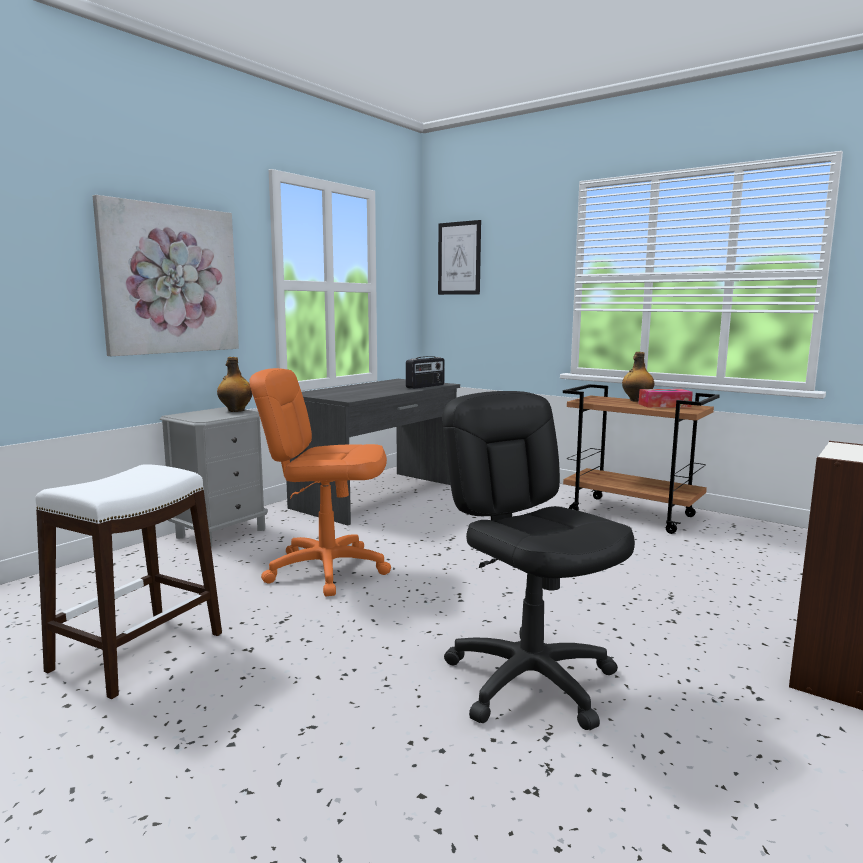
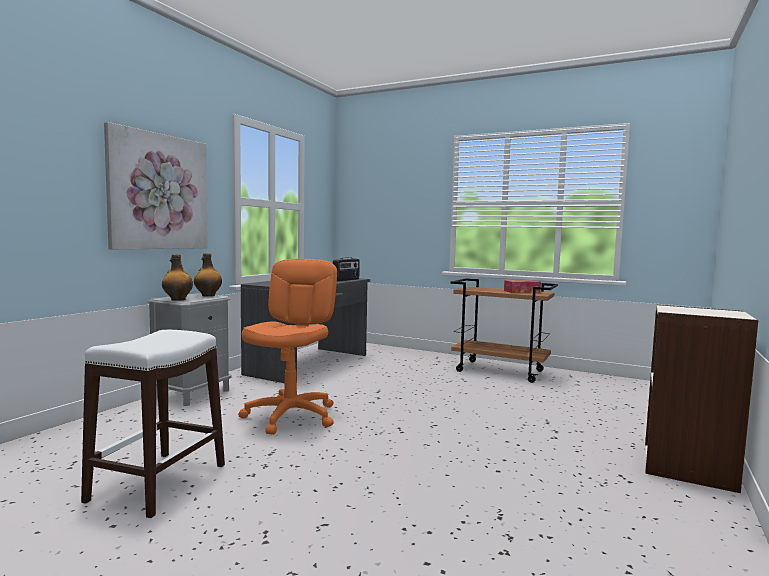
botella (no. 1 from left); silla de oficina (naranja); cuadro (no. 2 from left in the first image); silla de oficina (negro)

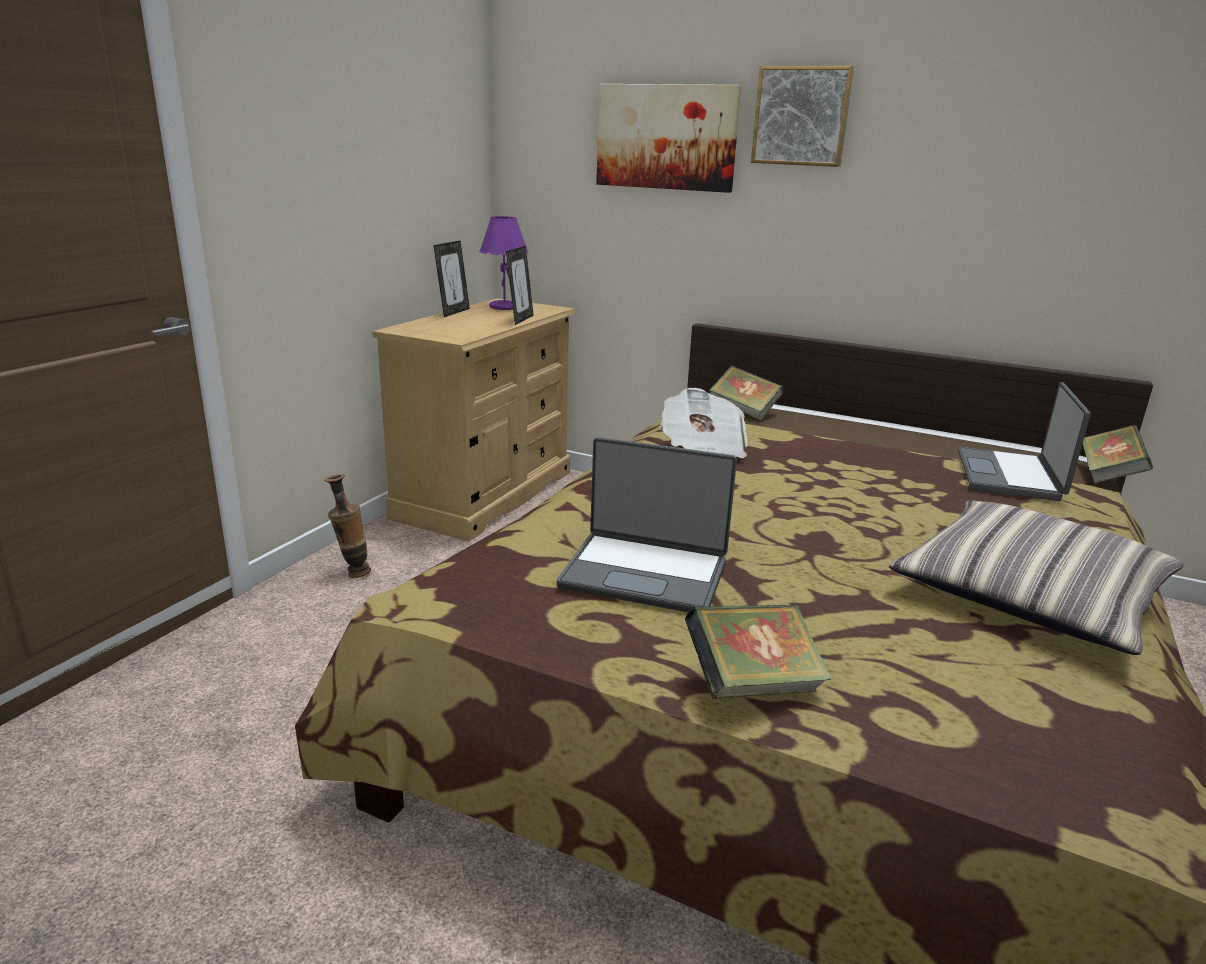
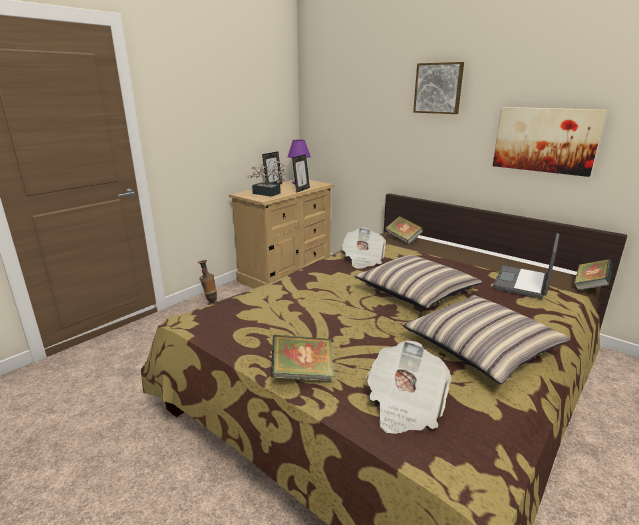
planta en maceta; cojín (no. 1 from left); periódico (no. 2 from left); cuadro (no. 2 from left); portátil (no. 1 from left in the first image)

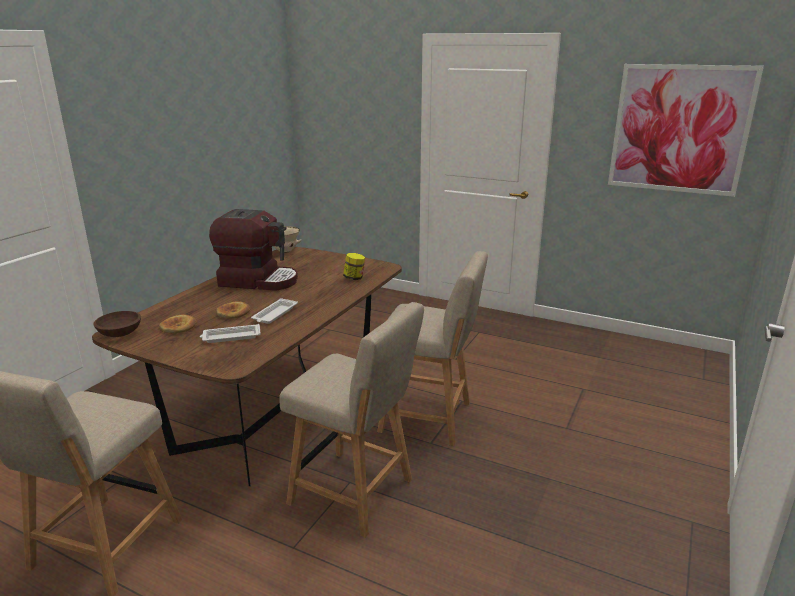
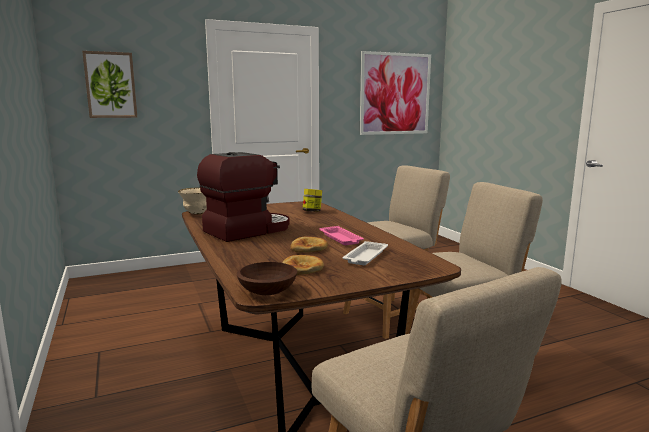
cuadro (no. 1 from left); bandeja (rosa)

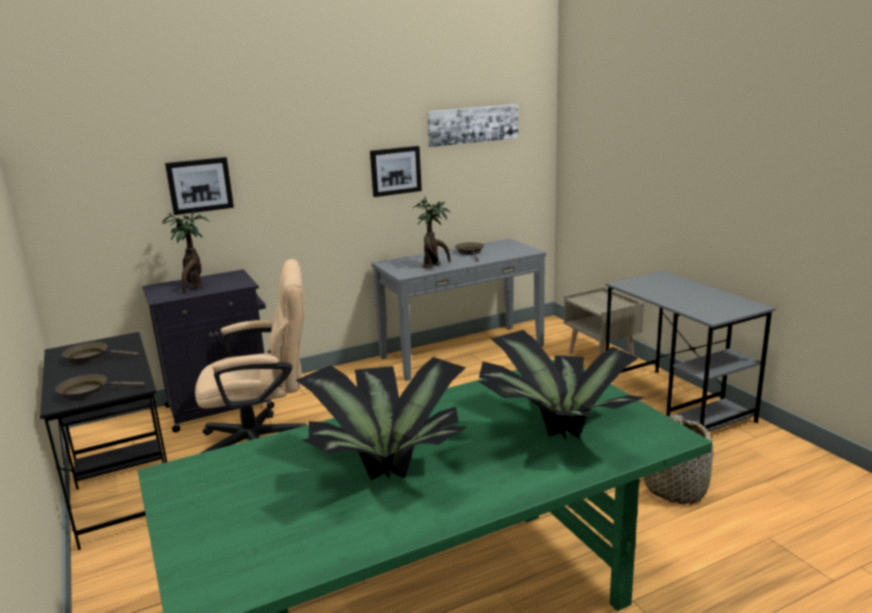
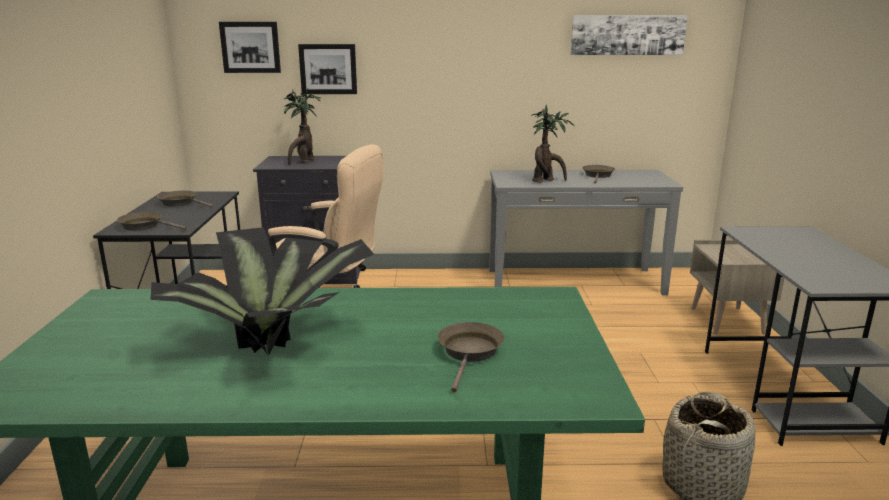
cuadro (no. 1 from left); sartén (marrón) (no. 3 from left)

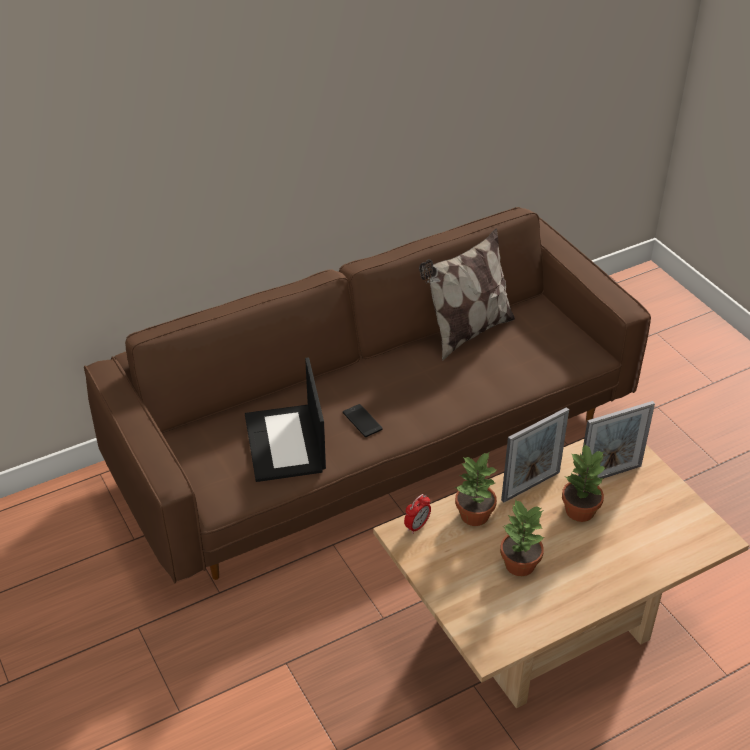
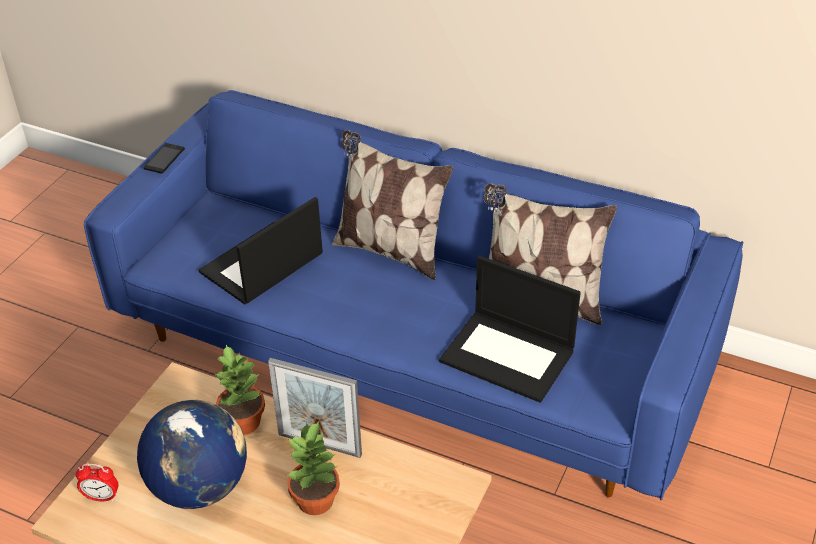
despertador; sofá (azul); globo terráqueo; móvil; cojín (no. 1 from left); portátil (no. 2 from left); portarretratos (no. 2 from left in the first image)

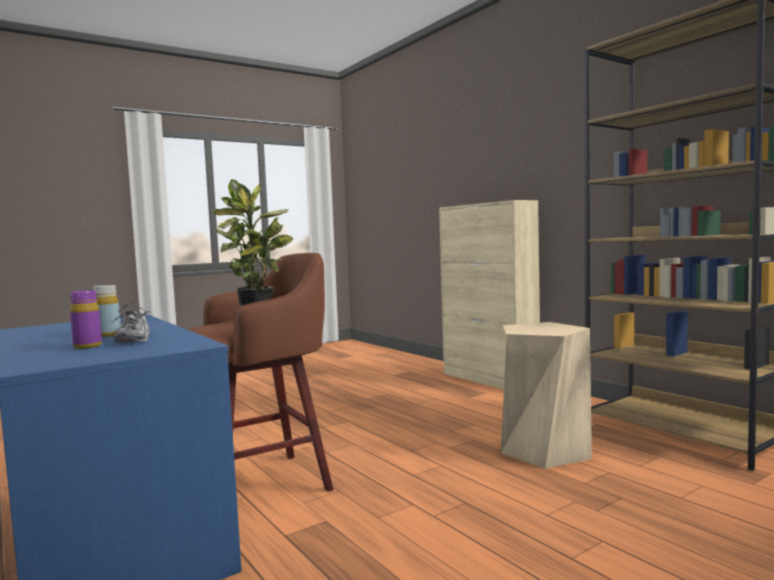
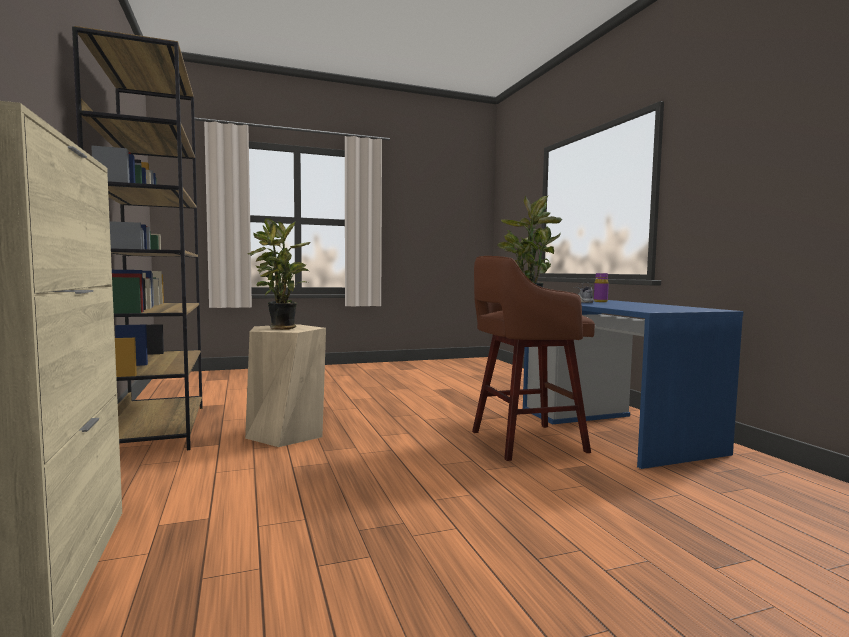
planta en maceta (no. 1 from left); botella (amarillo)

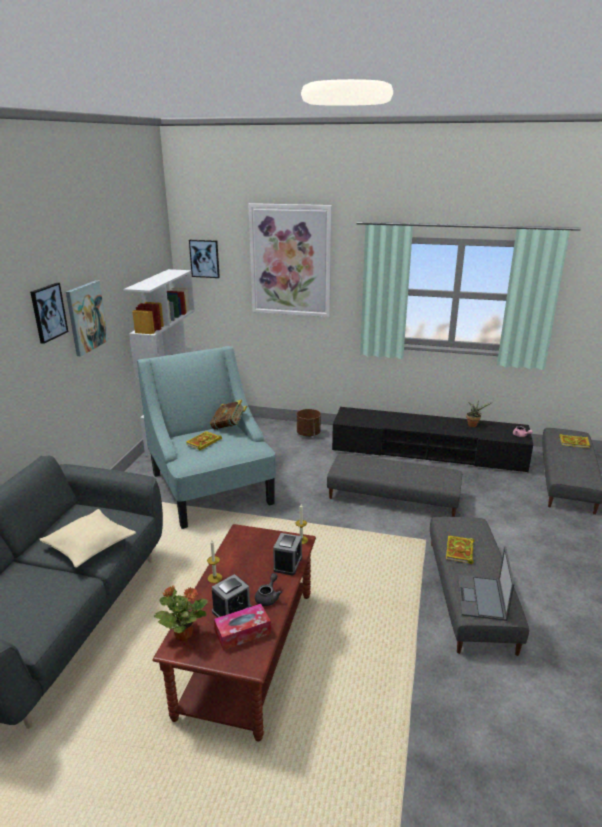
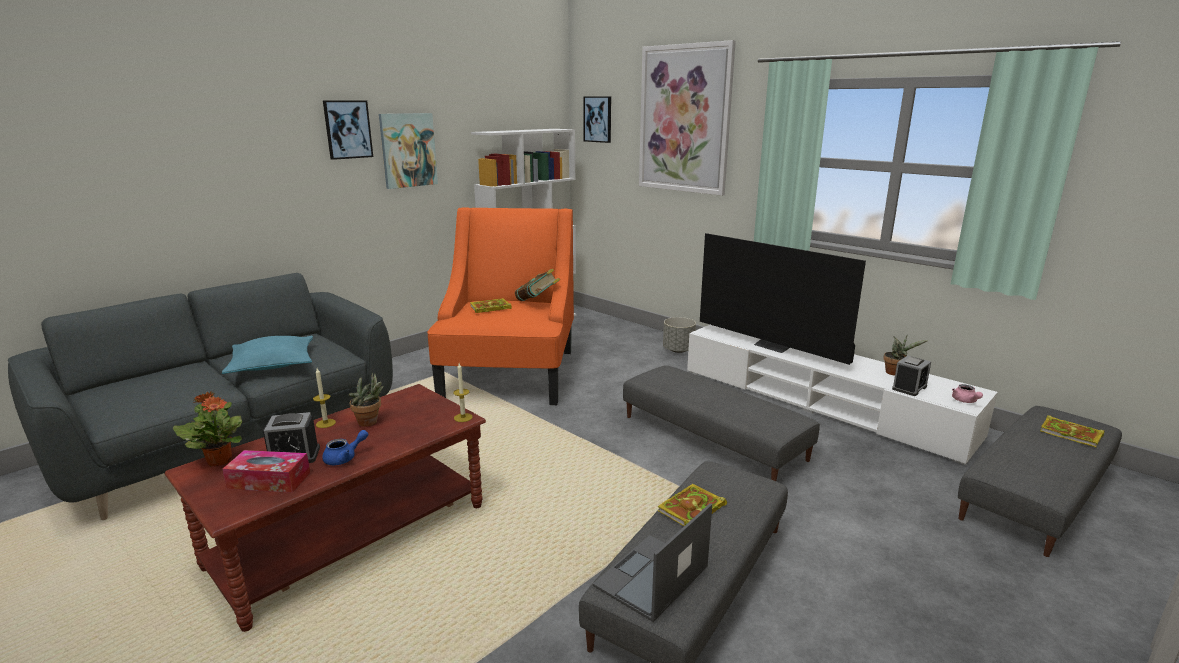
cojín (turquesa); tetera (azul); planta en maceta (no. 2 from left); sillón (naranja); maceta (gris); mueble de televisión (blanco); televisor; despertador (no. 2 from left)

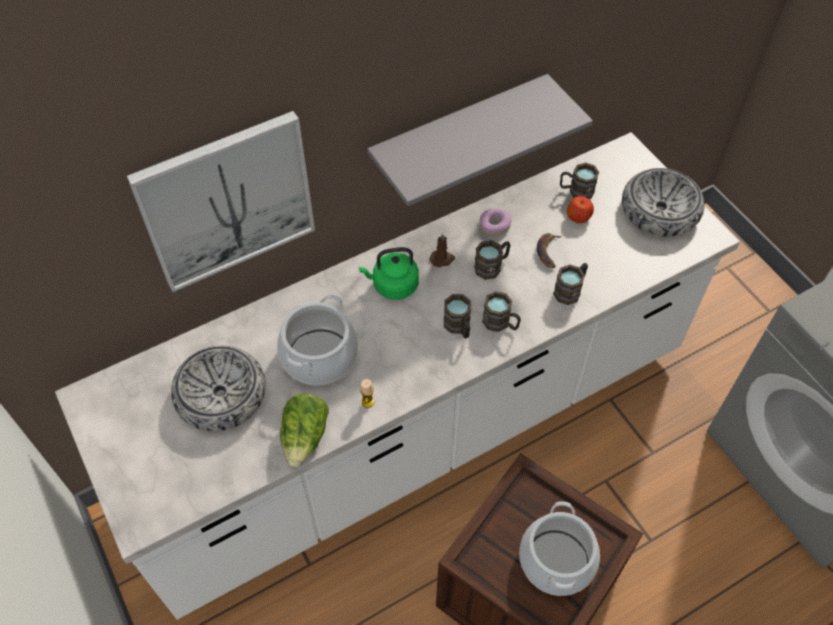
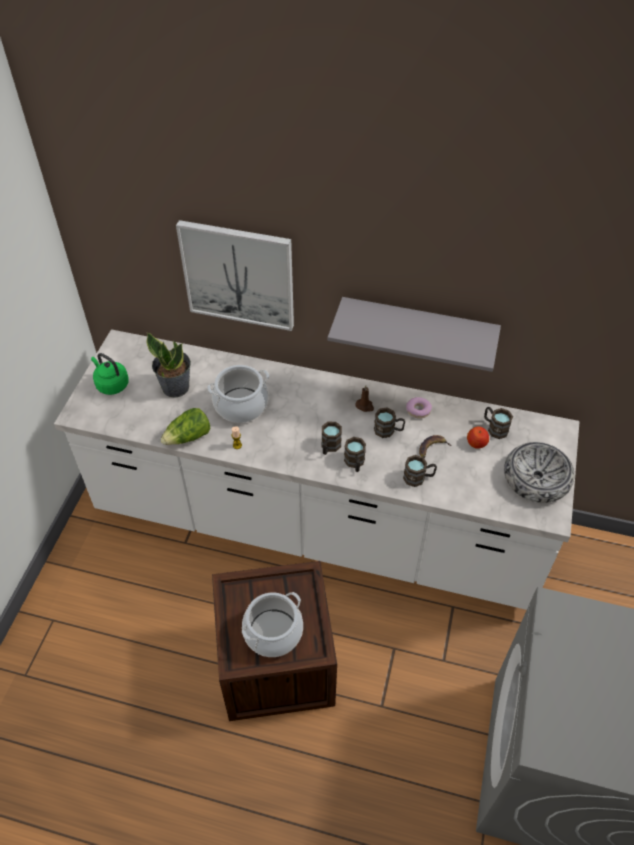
hervidor (verde); planta en maceta

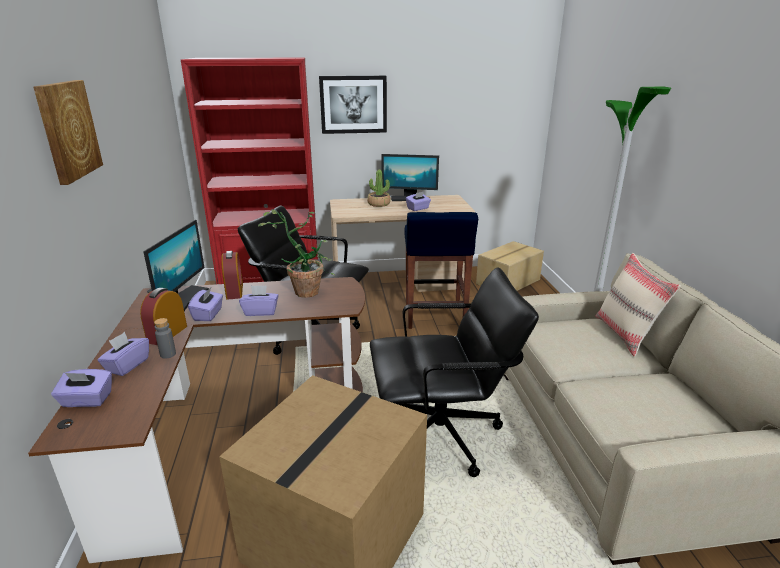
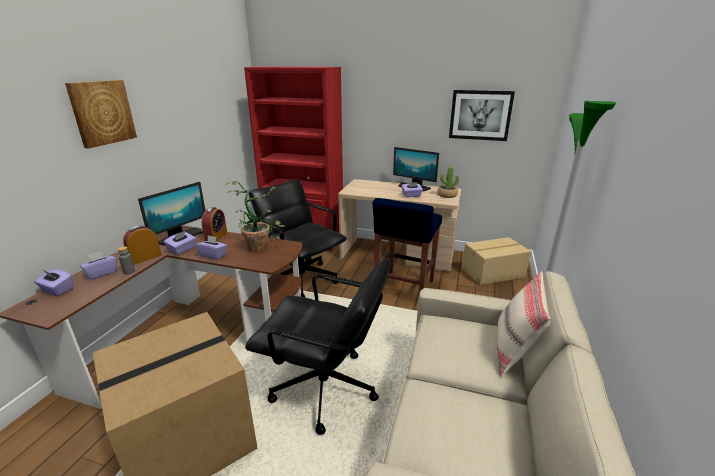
planta en maceta (no. 2 from left); cuadro (no. 2 from left)

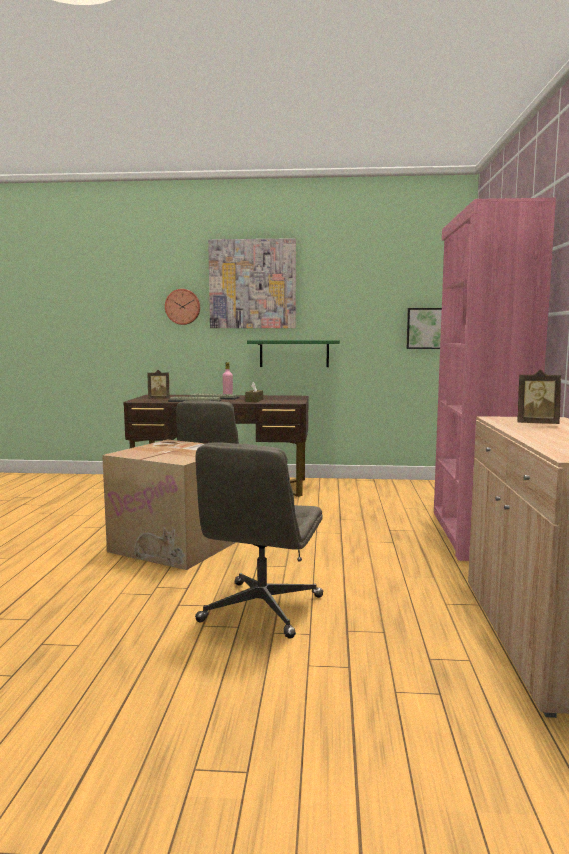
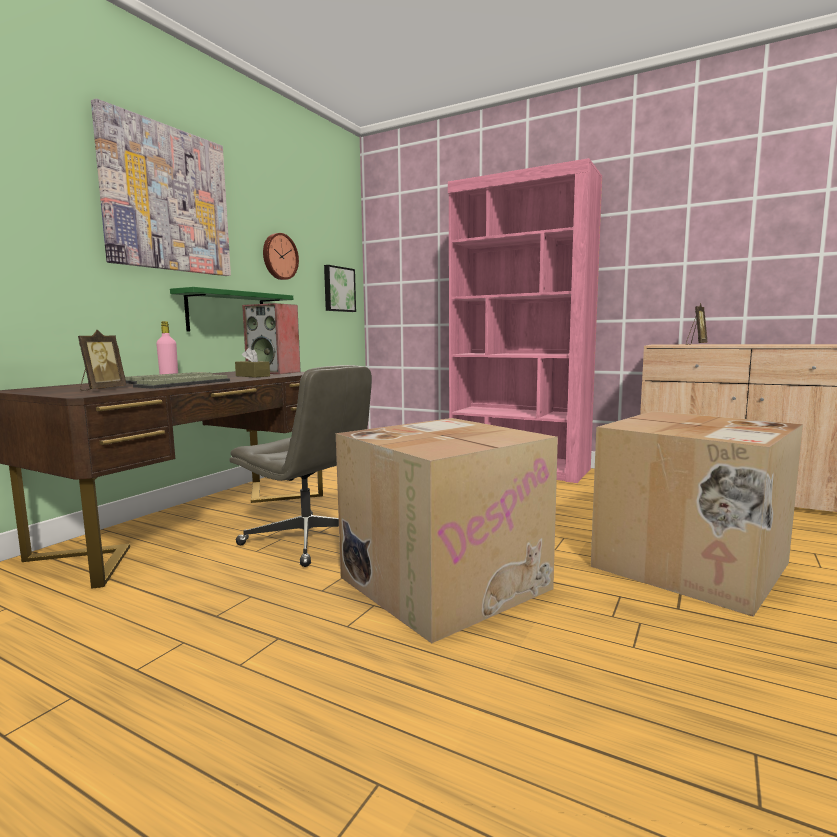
altavoz; reloj de pared; caja de cartón (no. 2 from left)

